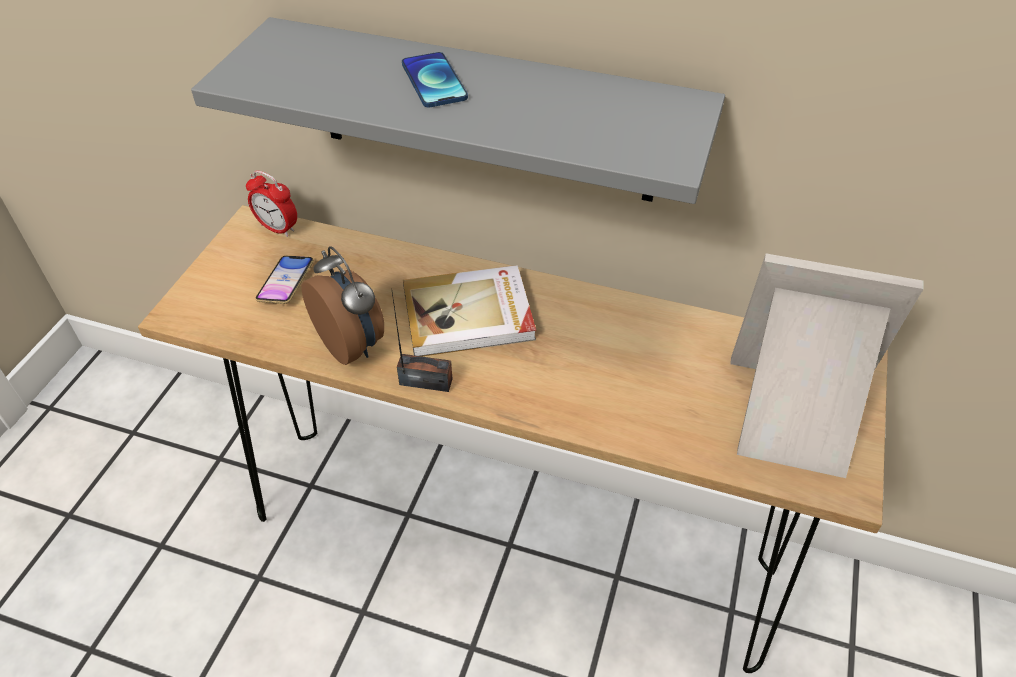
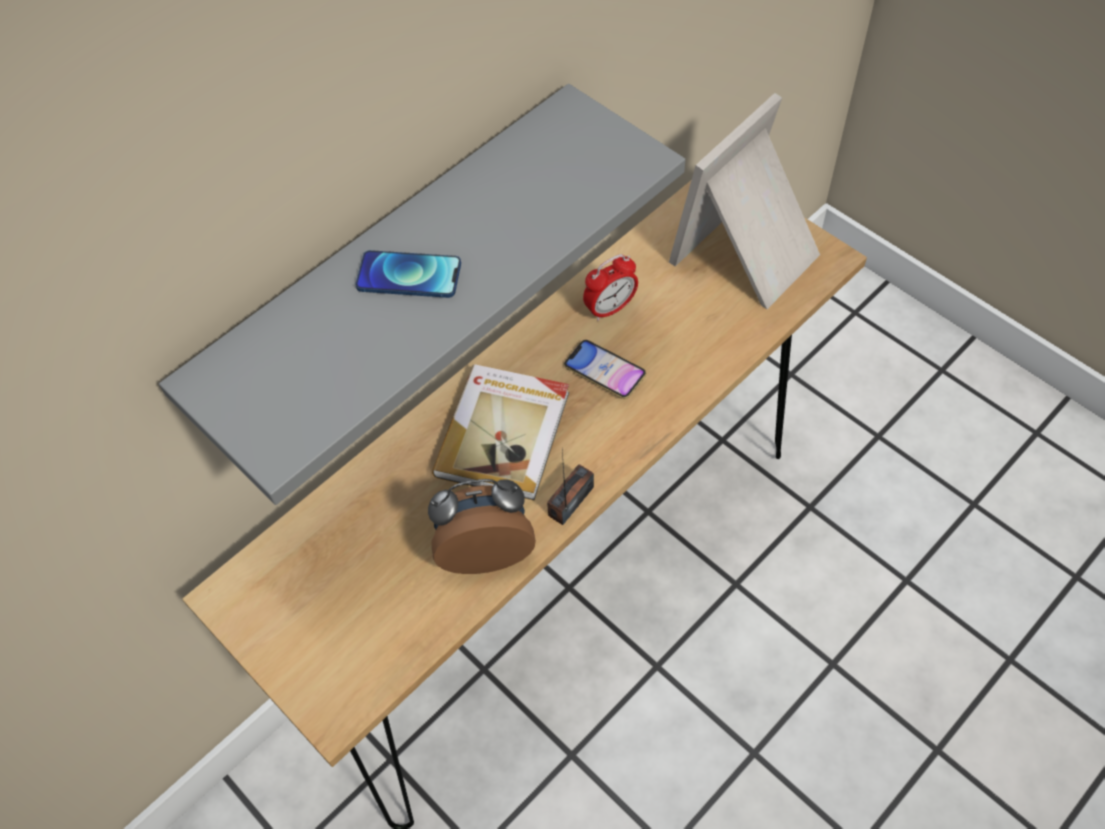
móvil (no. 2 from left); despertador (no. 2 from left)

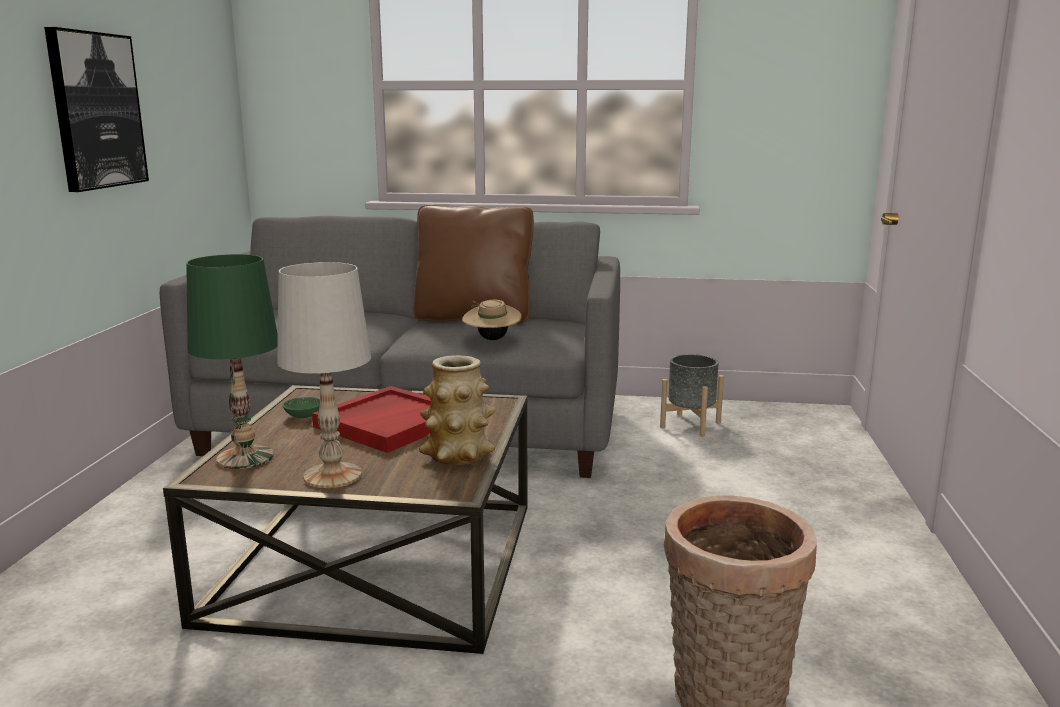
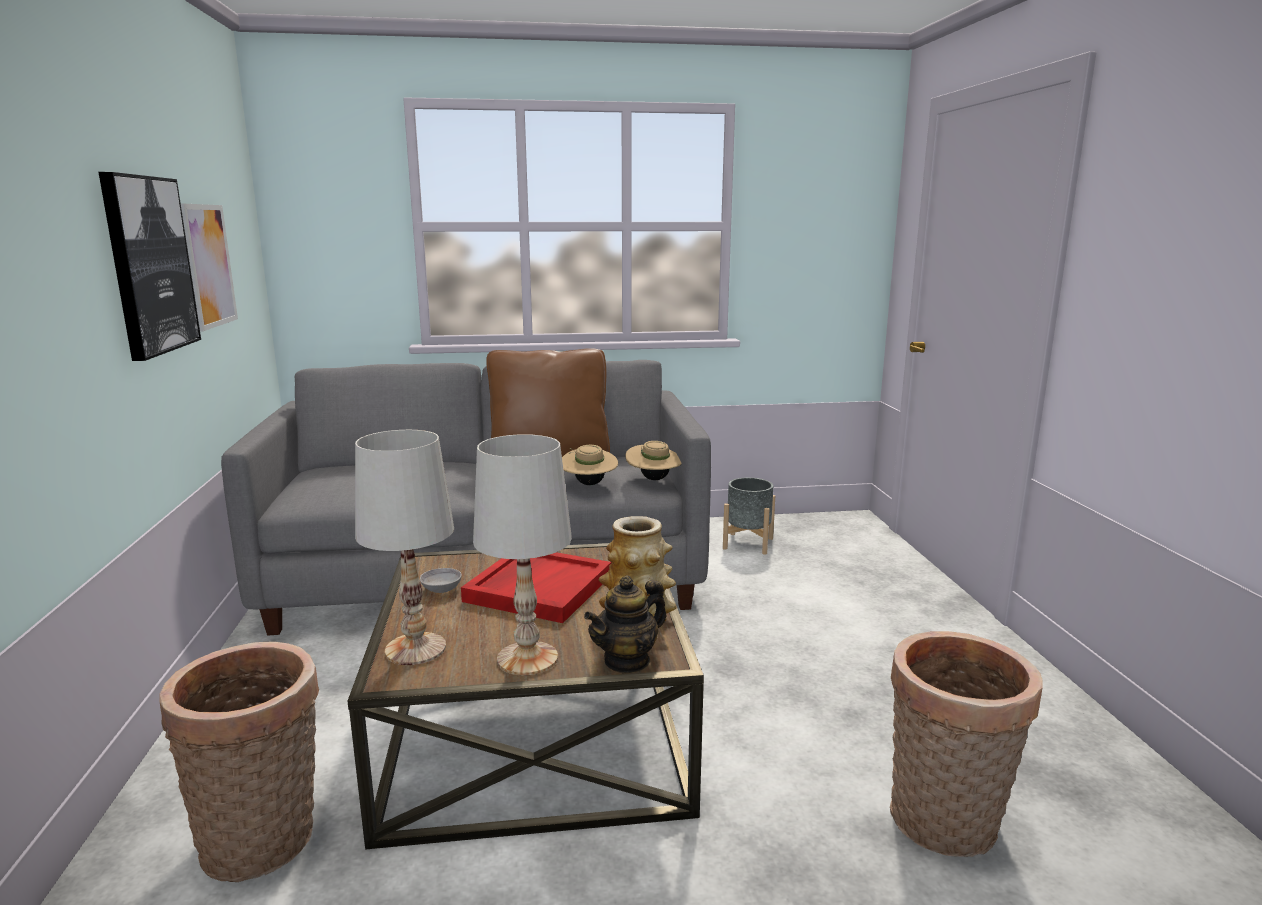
cesta (no. 1 from left); cuadro (no. 2 from left); lámpara de mesa (blanco) (no. 1 from left); cuenco (gris); tetera; sombrero (beis) (no. 2 from left)

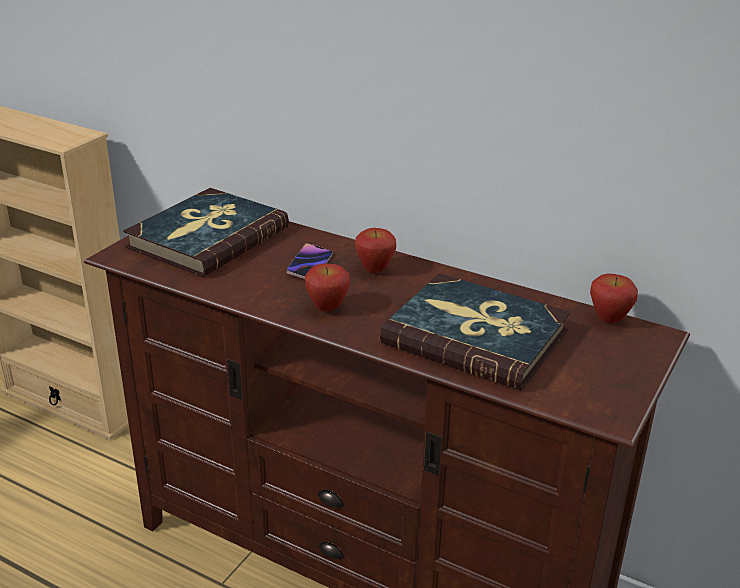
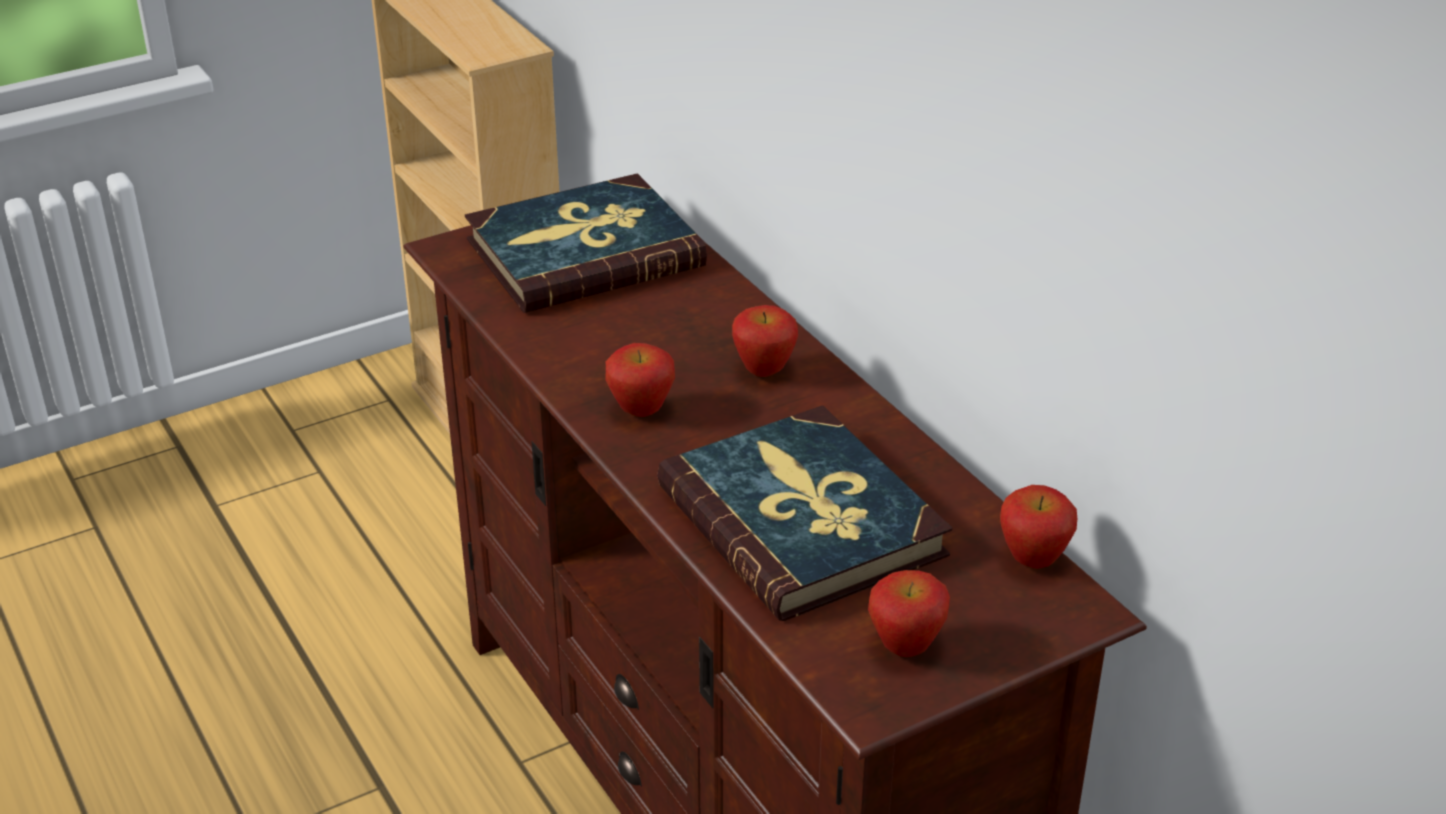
manzana (no. 3 from left); móvil

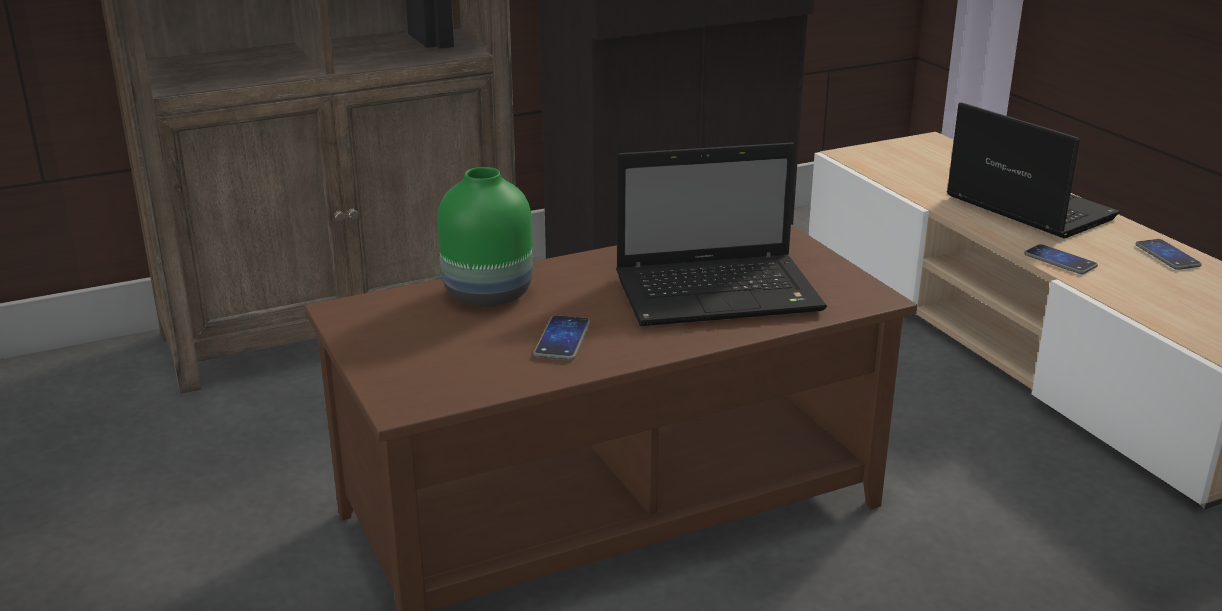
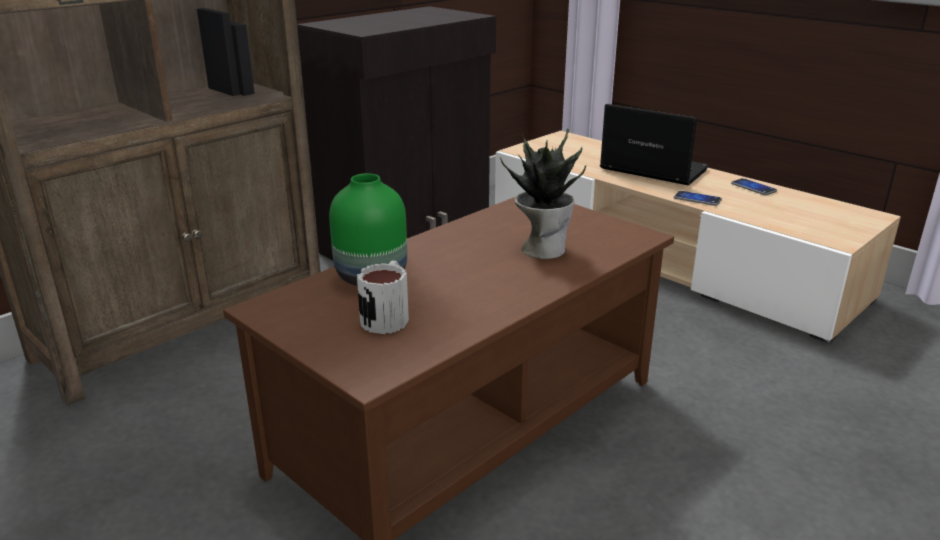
taza grande; planta en maceta; móvil (no. 1 from left in the first image)

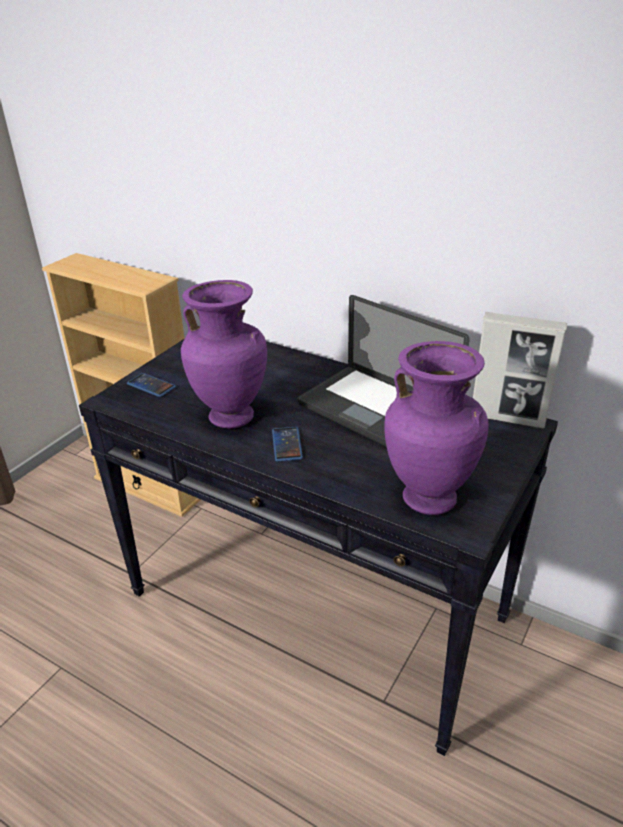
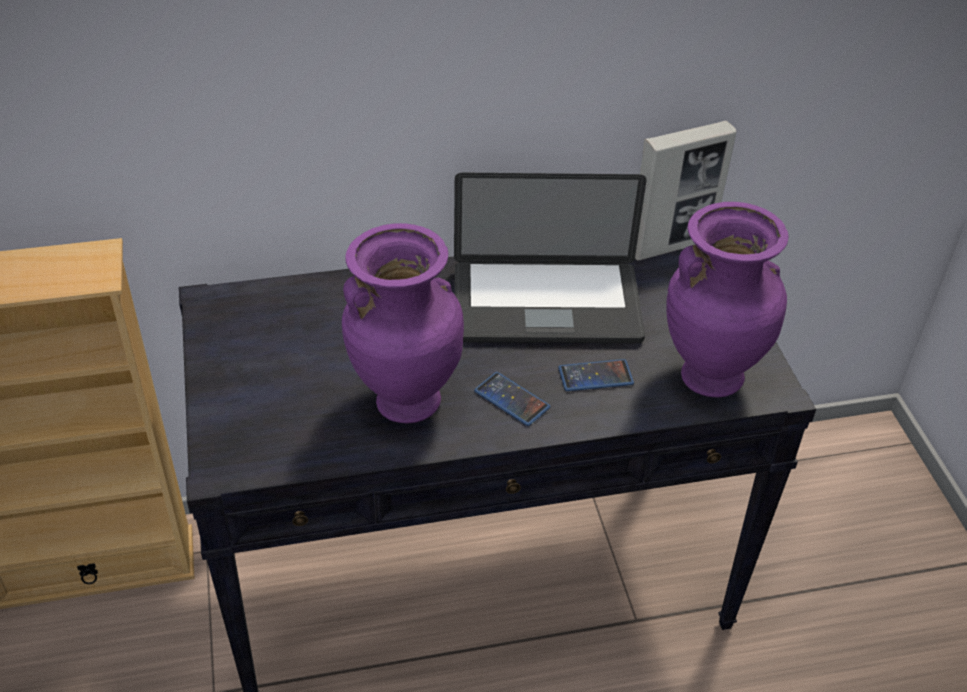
móvil (no. 2 from left)

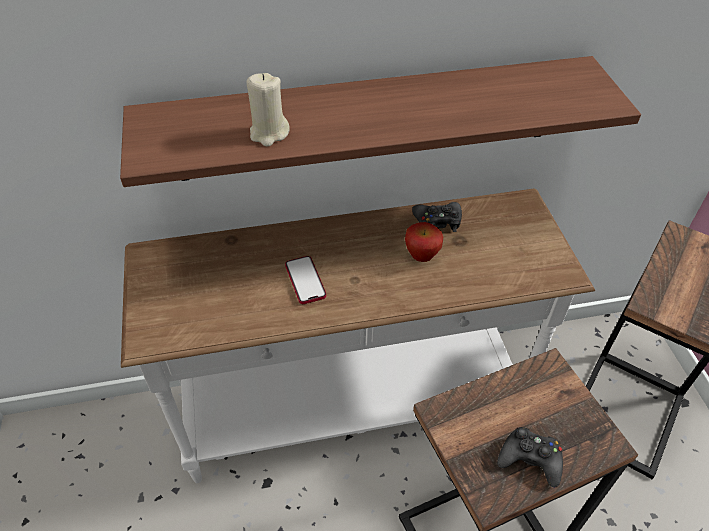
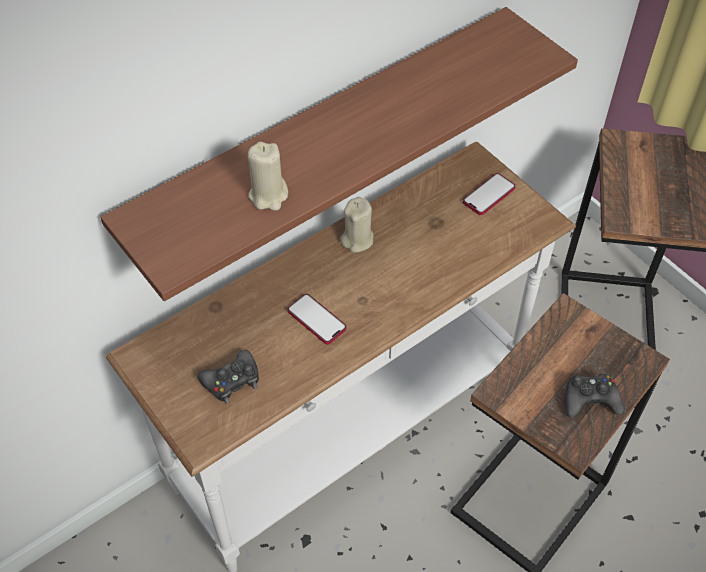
mando de consola (negro) (no. 1 from left); vela (beis) (no. 2 from left); móvil (no. 2 from left); manzana

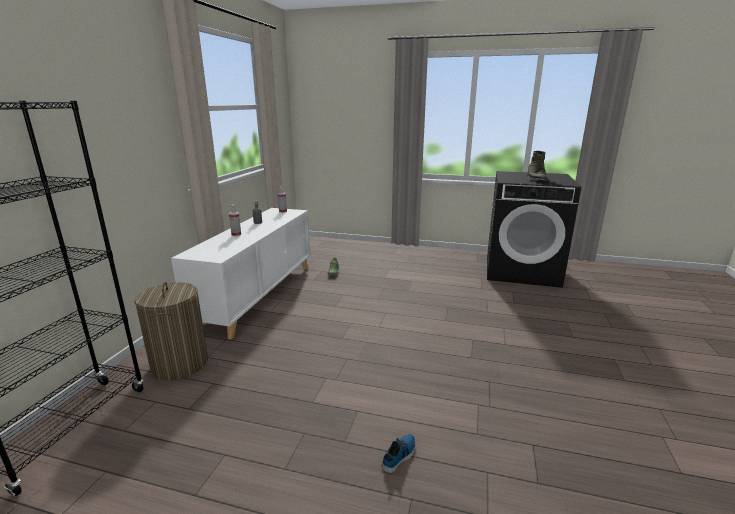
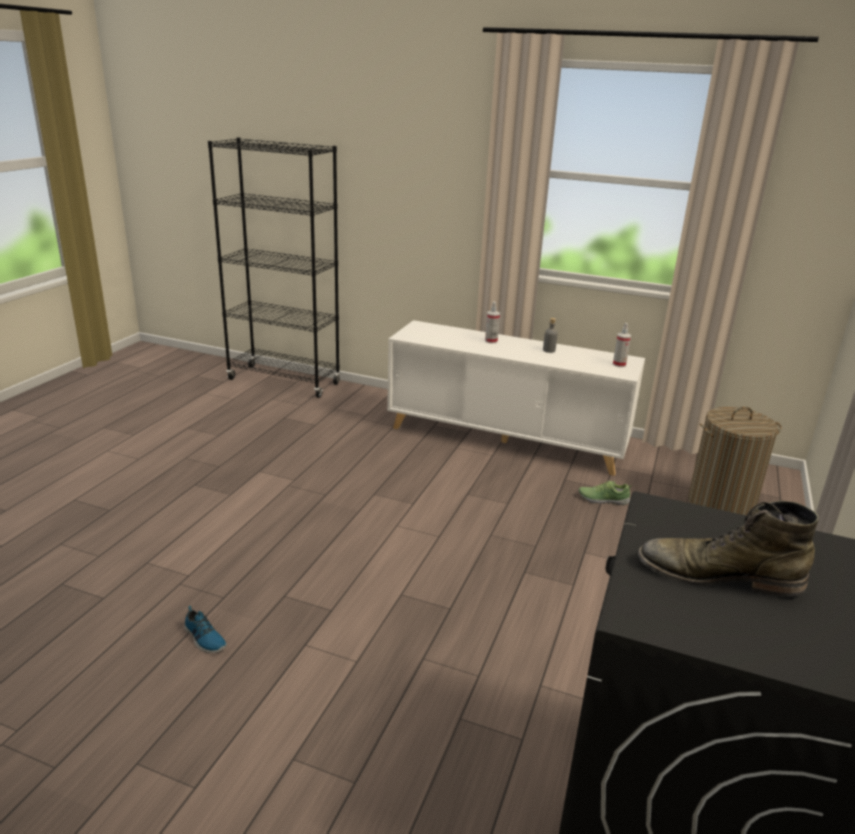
zapato (no. 1 from left); cesto de la ropa

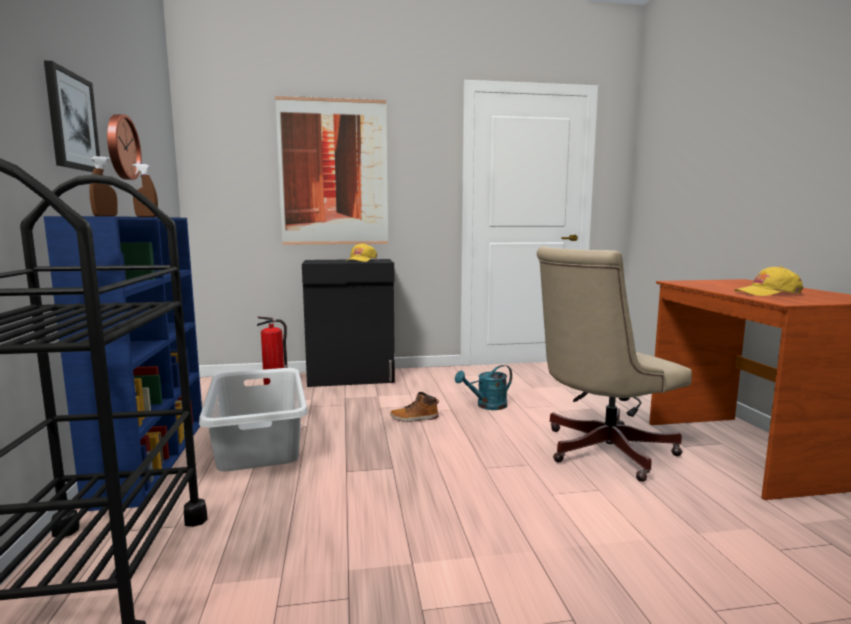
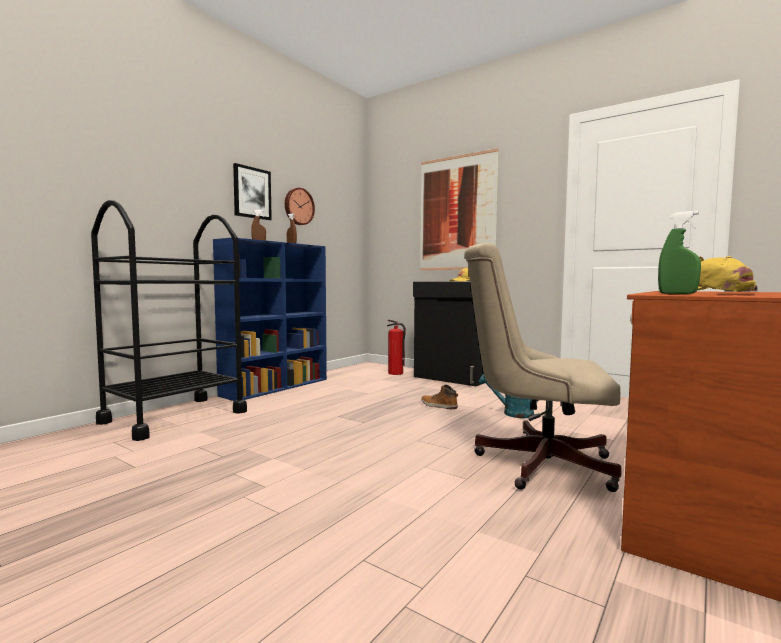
pulverizador (verde); cesto de la ropa (gris)

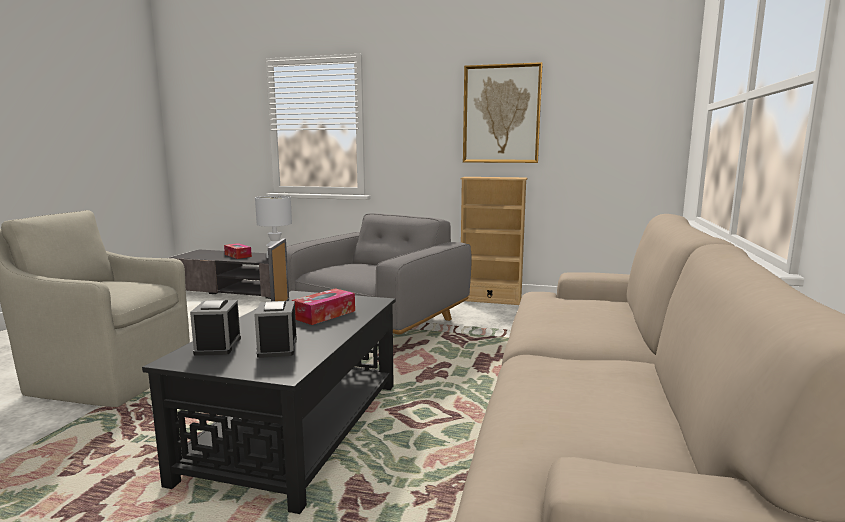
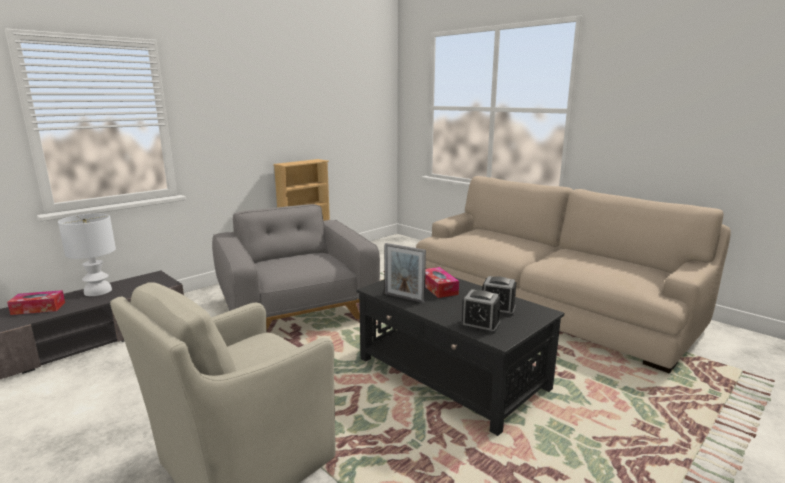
cuadro

